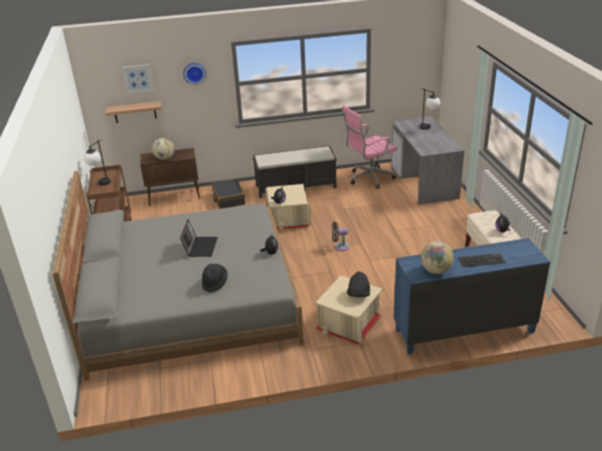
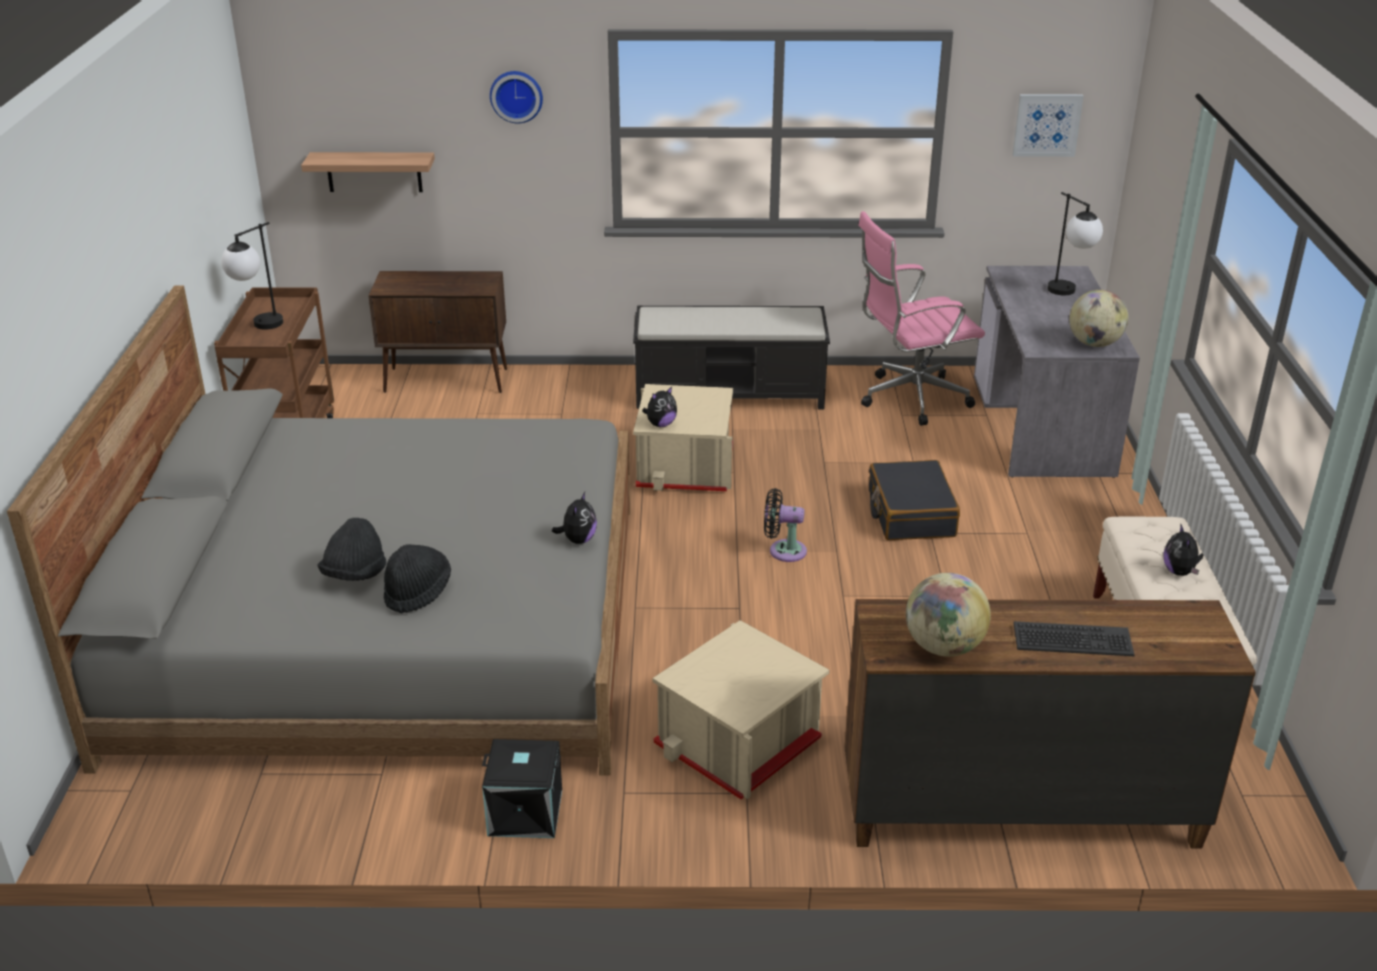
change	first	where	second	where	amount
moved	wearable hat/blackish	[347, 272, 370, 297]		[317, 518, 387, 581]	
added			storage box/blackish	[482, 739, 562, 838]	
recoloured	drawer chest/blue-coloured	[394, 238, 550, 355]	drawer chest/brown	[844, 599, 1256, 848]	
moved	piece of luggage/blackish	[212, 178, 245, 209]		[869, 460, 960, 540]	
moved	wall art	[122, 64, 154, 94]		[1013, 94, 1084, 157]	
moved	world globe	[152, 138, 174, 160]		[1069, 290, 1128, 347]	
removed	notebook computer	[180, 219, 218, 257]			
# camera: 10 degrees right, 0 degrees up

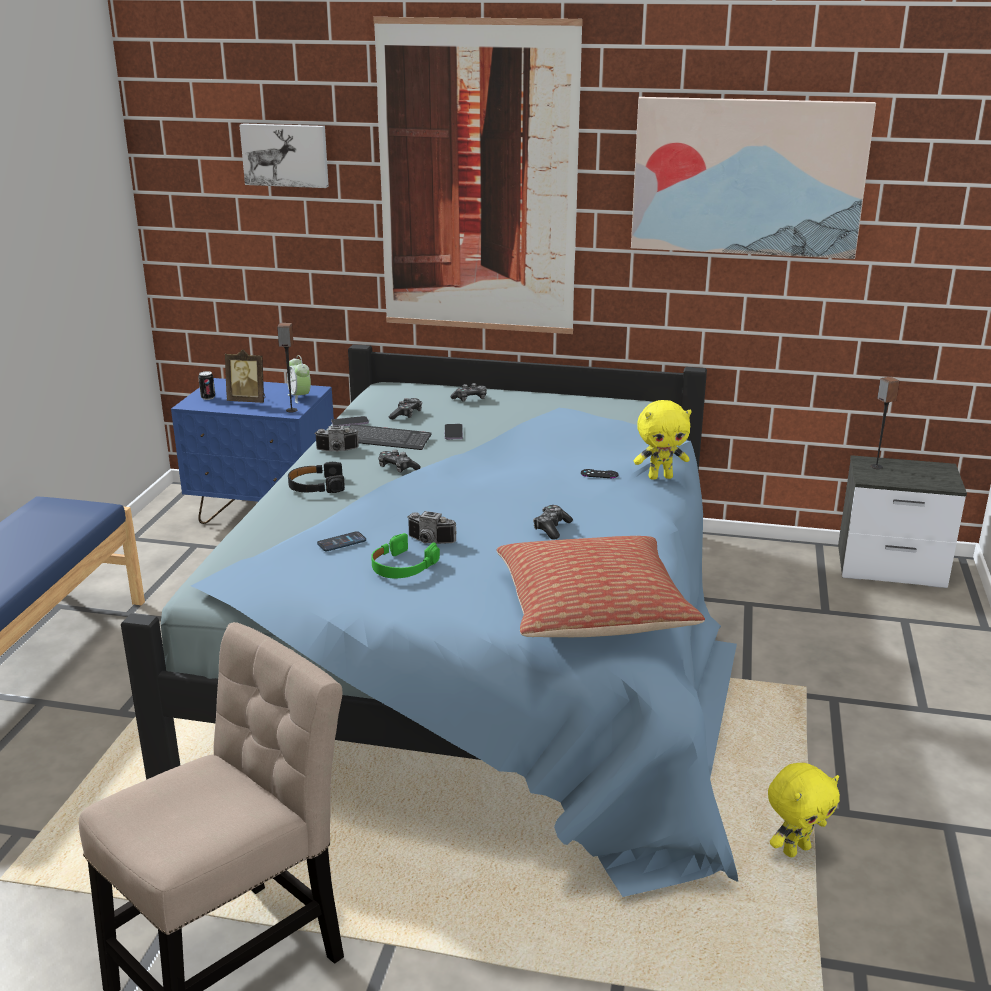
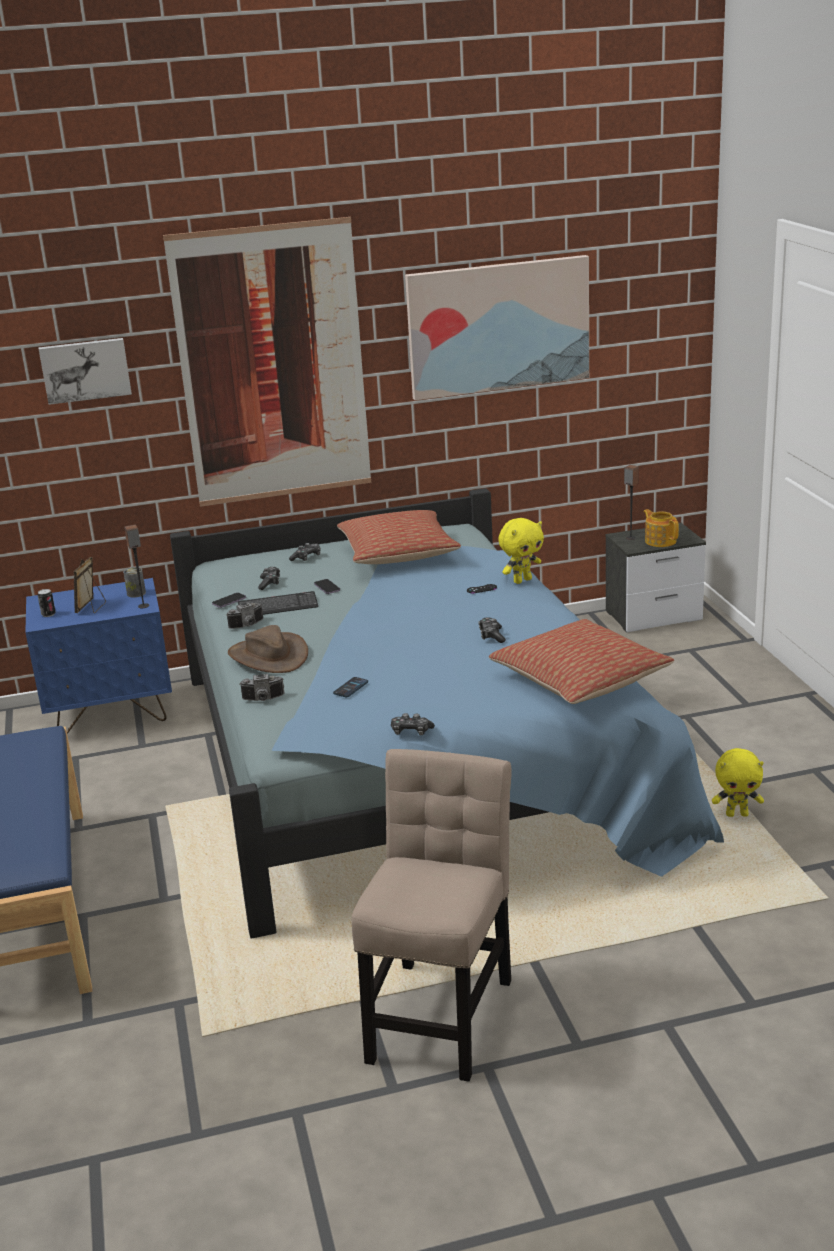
change	first	where	second	where	amount
turned	standing frame	[225, 349, 265, 403]		[74, 557, 106, 613]	120 degrees clockwise
replaced	bedside clock	[287, 355, 311, 403]	sealed can	[123, 567, 146, 598]	
replaced	pair of headphones/blackish	[288, 462, 345, 493]	wearable hat/brown	[228, 625, 308, 673]	
moved	still camera	[407, 511, 457, 544]		[239, 674, 284, 701]	
added			throw pillow	[337, 510, 461, 564]	
moved	gamepad	[378, 449, 421, 472]		[391, 713, 435, 735]	
added			pot for tea	[643, 509, 679, 547]	
turned	soft toy/yellow-coloured	[768, 763, 840, 857]		[712, 748, 764, 817]	60 degrees clockwise
removed	pair of headphones/green-coloured	[371, 533, 440, 578]			
# camera: 25 degrees left, 0 degrees up

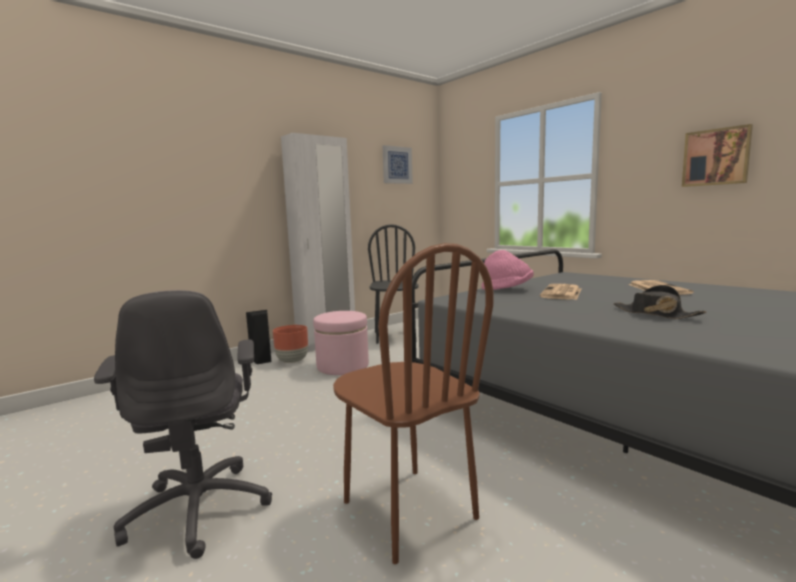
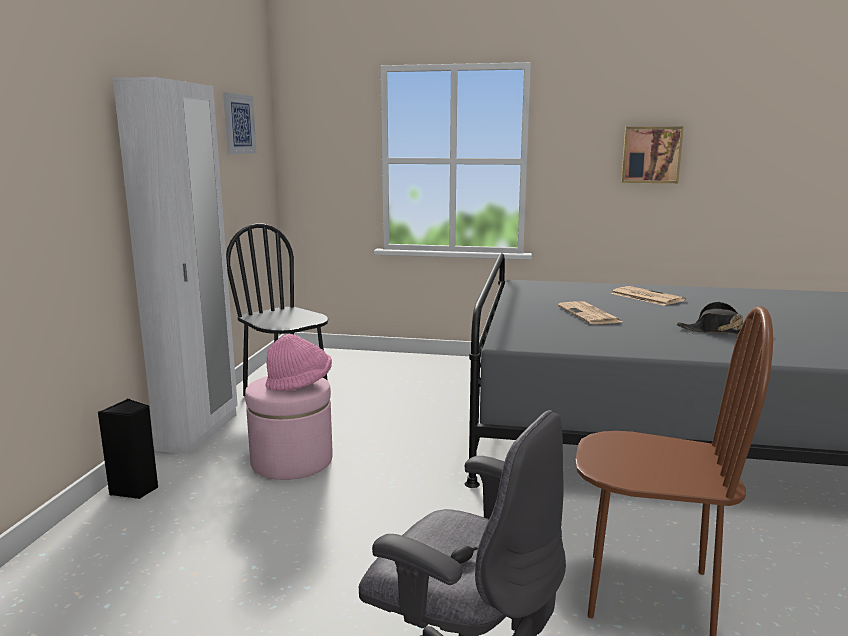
change	first	where	second	where	amount
moved	wearable hat/pink	[482, 250, 534, 290]		[265, 334, 332, 391]	
removed	plant pot/brown	[273, 325, 308, 363]			
# camera: 40 degrees left, 5 degrees up

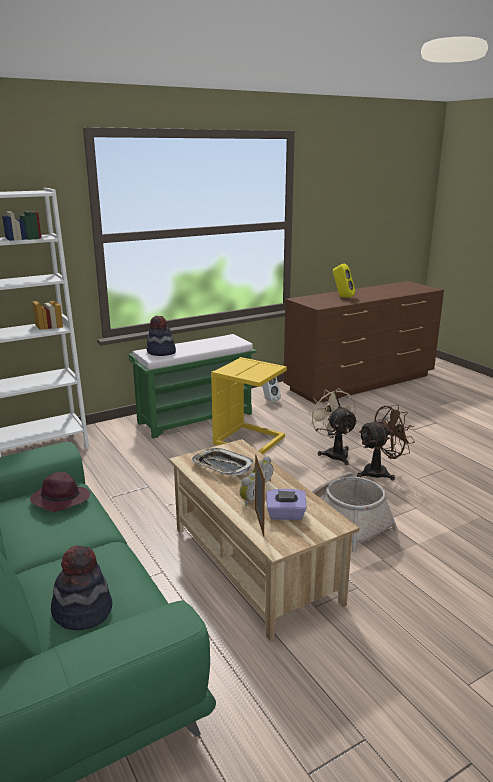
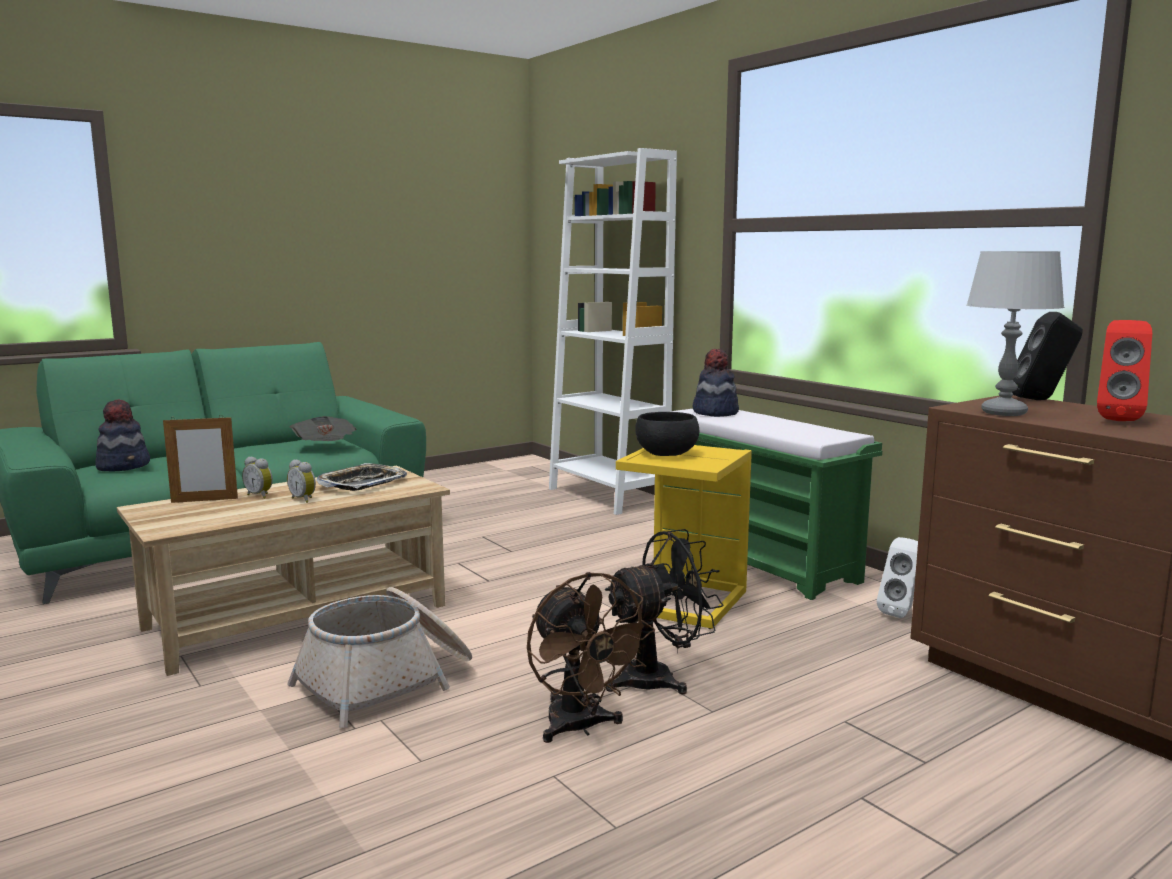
change	first	where	second	where	amount
replaced	wearable hat/purplish	[30, 472, 90, 512]	daily paper	[290, 416, 357, 441]	
recoloured	cooling fan/beige-coloured	[308, 388, 358, 465]	cooling fan/blackish	[605, 529, 723, 694]	
added			serving bowl/blackish	[635, 412, 699, 456]	
added			lamp for a table/grey	[966, 251, 1065, 416]	
added			audio speaker/blackish	[1012, 312, 1083, 400]	
recoloured	audio speaker/yellow-coloured	[333, 264, 355, 298]	audio speaker/red-coloured	[1097, 320, 1152, 421]	
removed	tissue holder/purplish	[266, 489, 307, 520]			
# camera: 85 degrees right, 10 degrees down

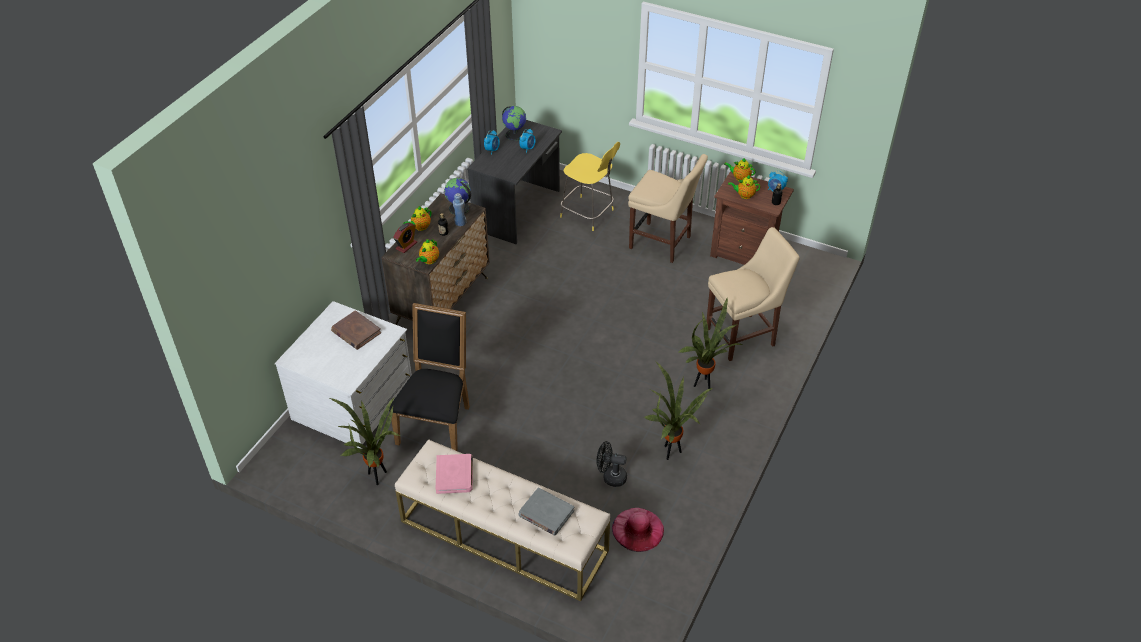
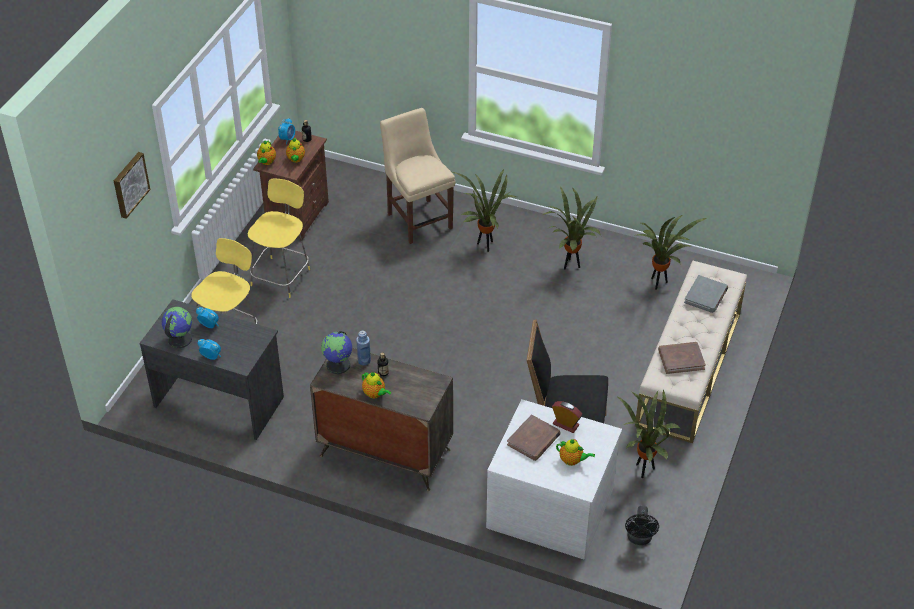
change	first	where	second	where	amount
added			wall art	[114, 152, 150, 219]	
replaced	chair/beige-coloured	[628, 154, 708, 263]	stool/yellow-coloured	[248, 179, 310, 298]	
moved	bedside clock	[393, 223, 417, 253]		[552, 401, 582, 433]	
moved	pot for tea	[416, 239, 439, 264]		[556, 439, 595, 466]	
moved	cooling fan/blackish	[596, 441, 627, 487]		[625, 505, 659, 545]	
replaced	wearable hat/pink	[612, 508, 664, 552]	houseplant	[637, 215, 706, 290]	
recoloured	volume/pink	[436, 454, 473, 494]	volume/brown	[658, 342, 706, 374]	
# camera: 95 degrees left, 0 degrees up

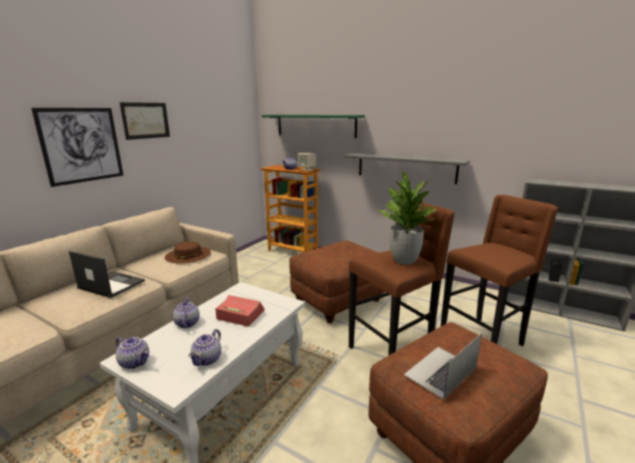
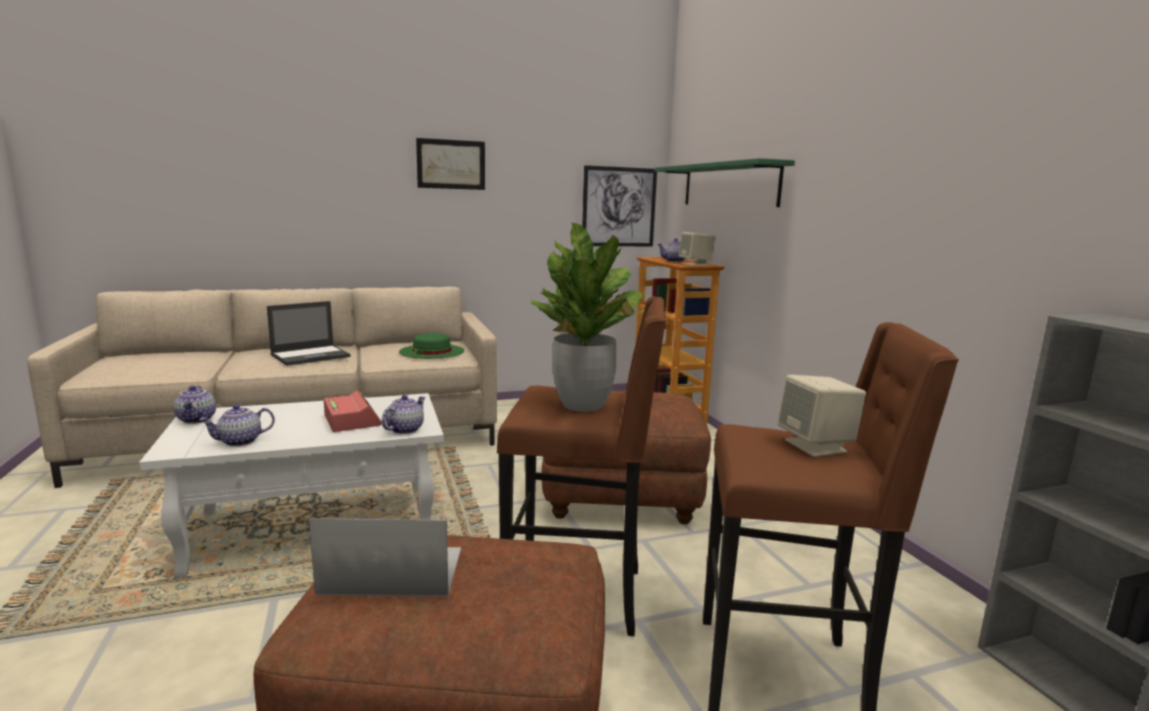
change	first	where	second	where	amount
turned	notebook computer	[69, 251, 145, 298]		[267, 301, 351, 366]	75 degrees clockwise
moved	pot for tea	[173, 298, 200, 328]		[382, 395, 425, 434]	
recoloured	wearable hat/brown	[165, 241, 211, 264]	wearable hat/green-coloured	[399, 333, 464, 359]	
moved	wall art	[31, 108, 123, 187]		[582, 165, 657, 246]	
added			audio speaker/beige-coloured	[777, 375, 866, 457]	
removed	wall shelf/grey	[344, 153, 470, 184]			
# camera: 40 degrees right, 5 degrees down

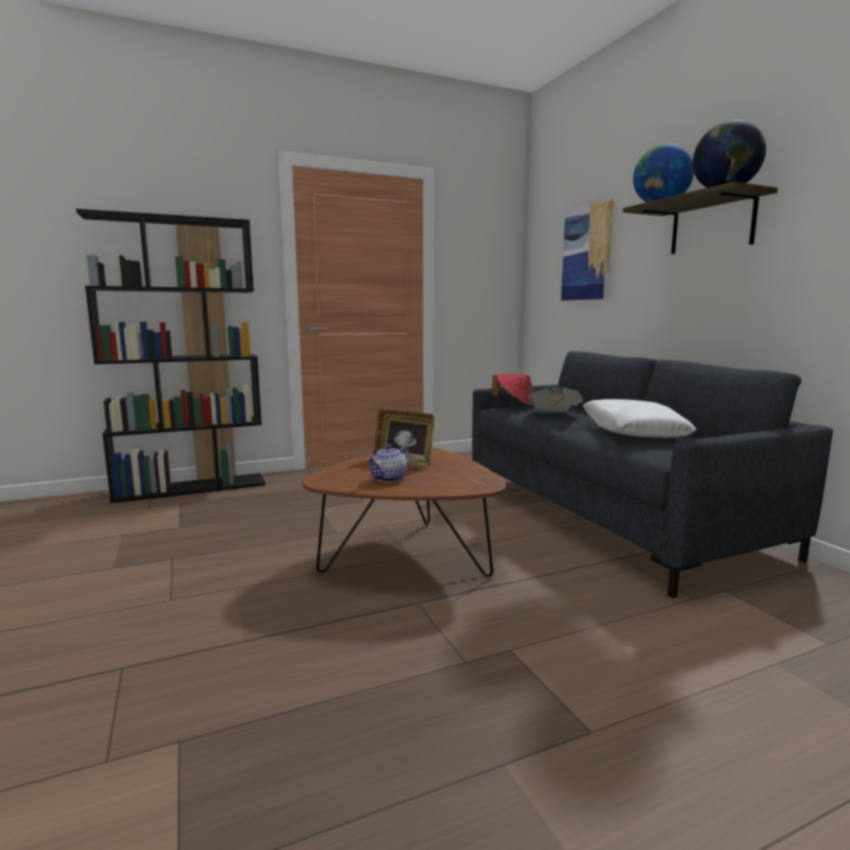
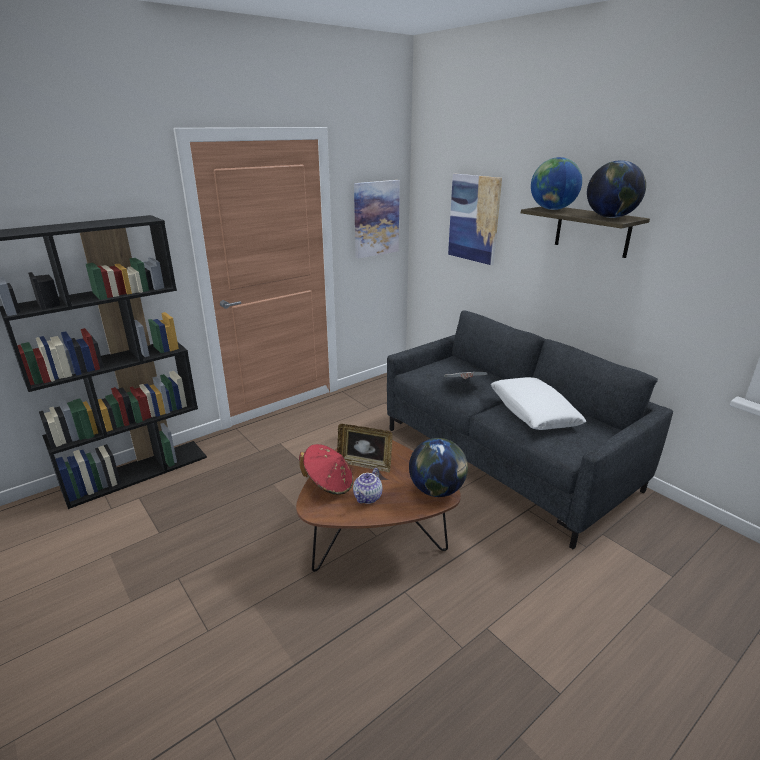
change	first	where	second	where	amount
moved	wearable hat/red-coloured	[492, 373, 534, 408]		[299, 444, 353, 495]	
added			wall art	[354, 180, 400, 259]	
added			world globe	[409, 438, 468, 497]	
# camera: 15 degrees left, 15 degrees up

